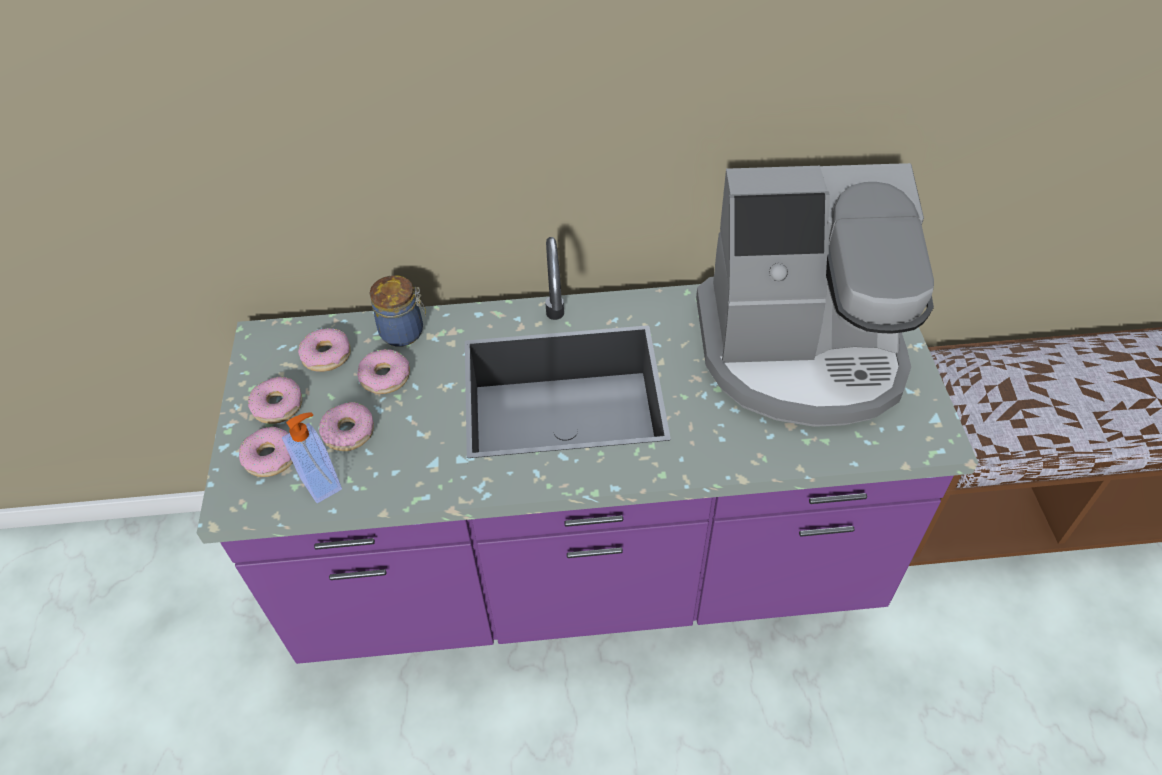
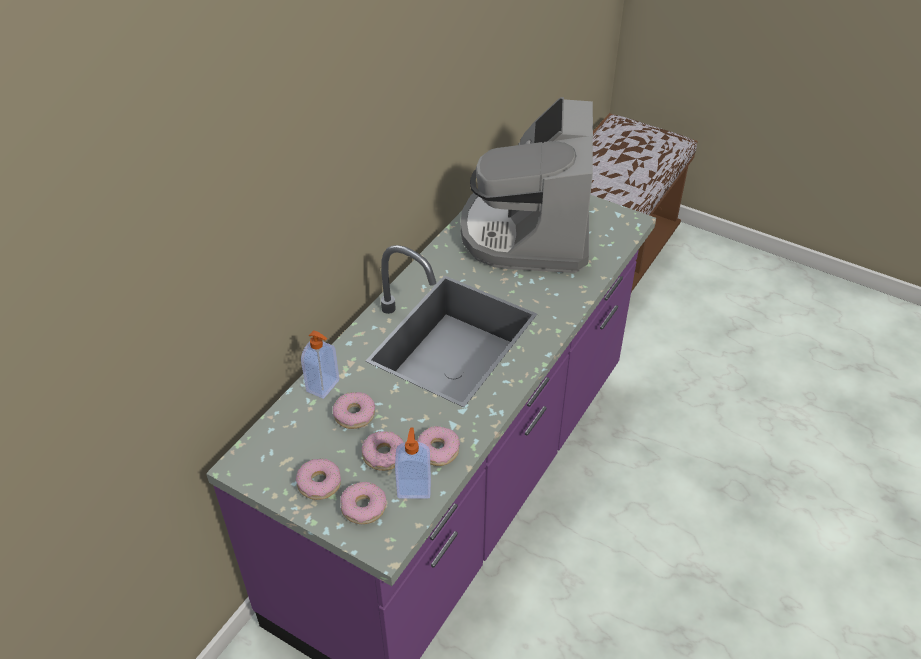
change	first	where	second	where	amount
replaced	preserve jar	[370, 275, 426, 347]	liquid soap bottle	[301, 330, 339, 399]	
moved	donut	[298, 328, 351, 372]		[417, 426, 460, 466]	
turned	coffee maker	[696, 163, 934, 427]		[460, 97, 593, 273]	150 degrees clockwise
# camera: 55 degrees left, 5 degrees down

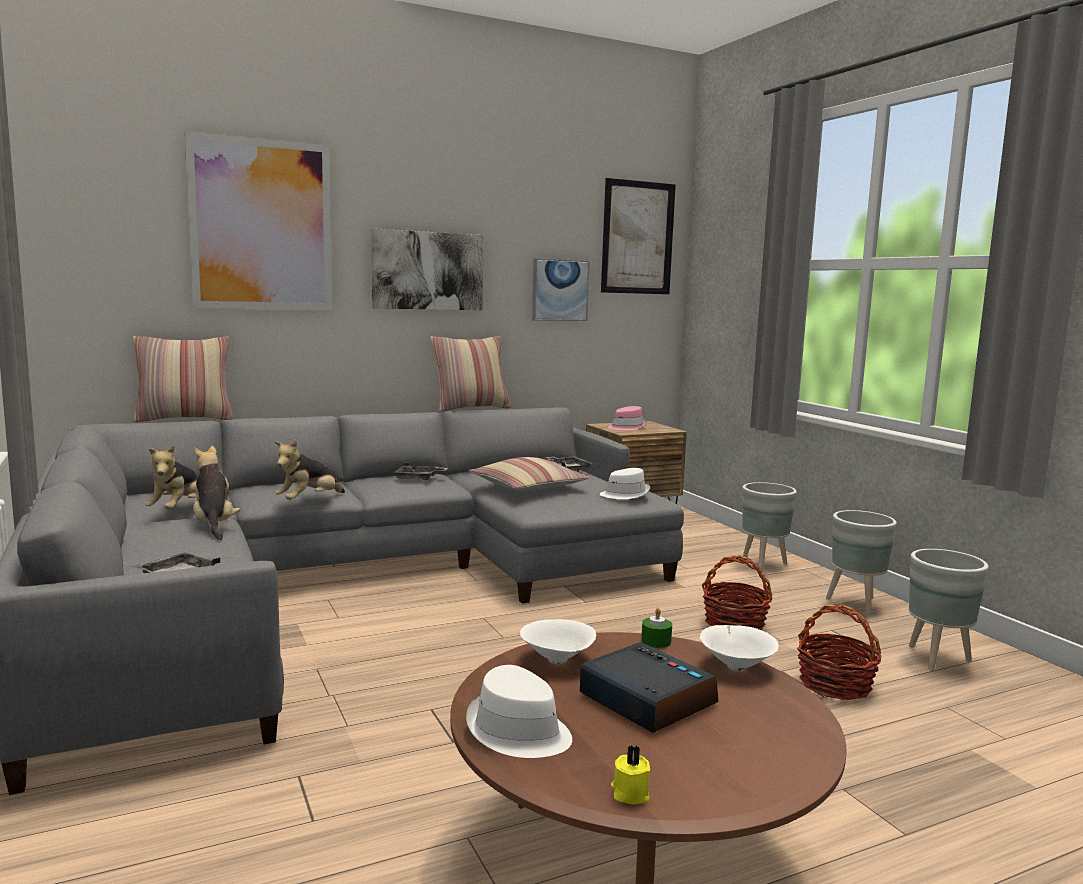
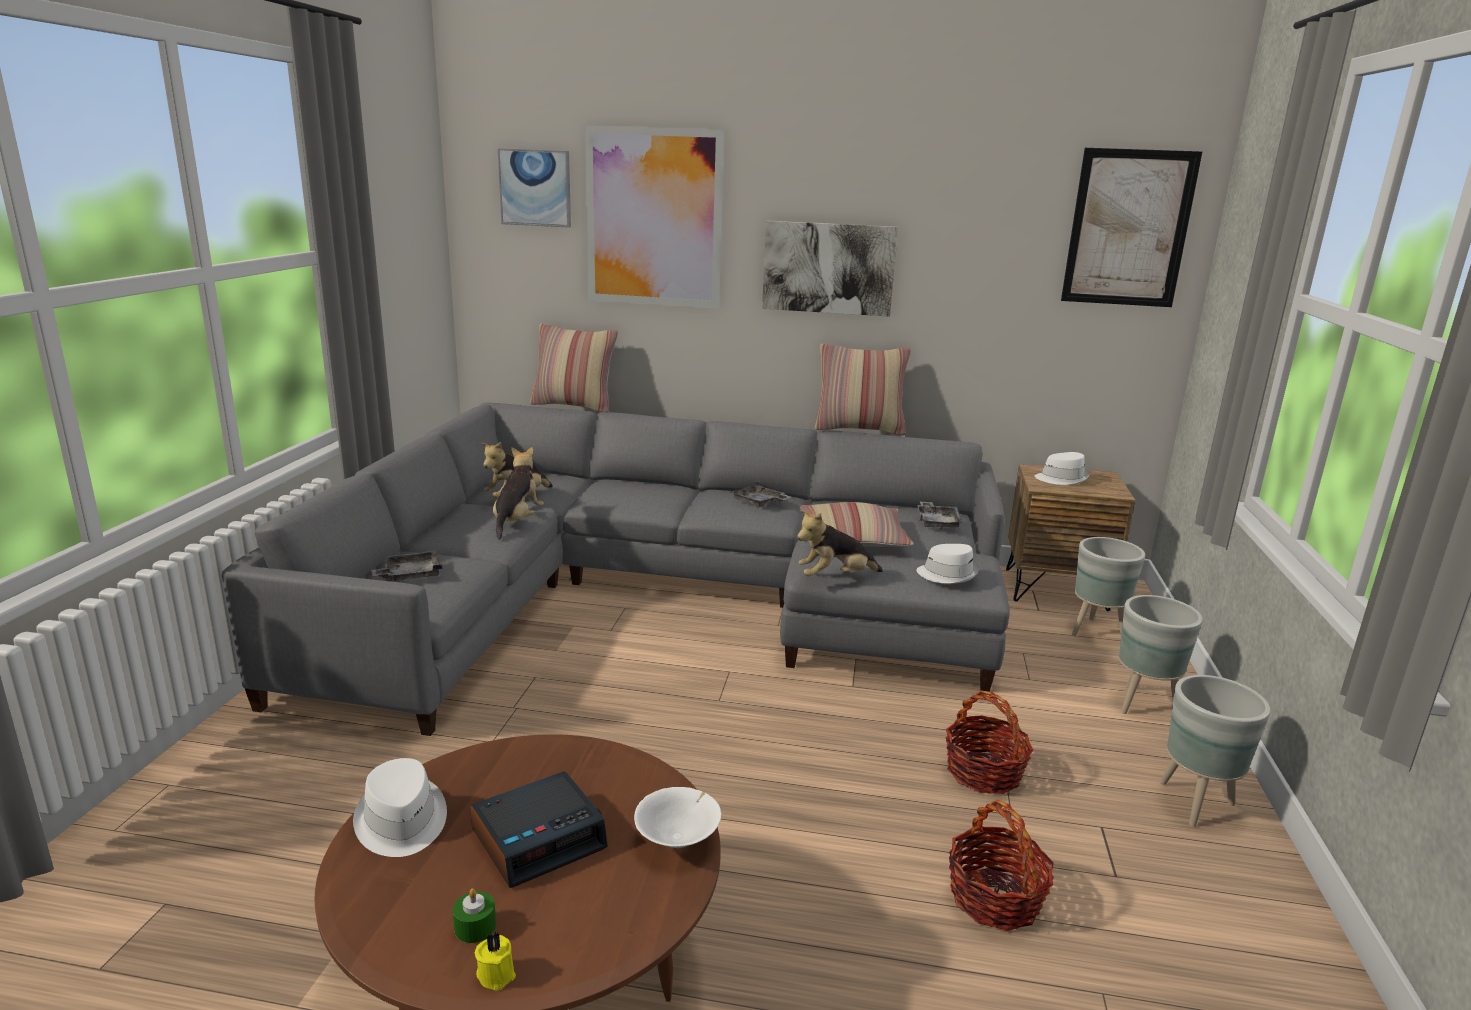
change	first	where	second	where	amount
moved	candle/green-coloured	[641, 608, 672, 648]		[453, 888, 496, 943]	
turned	bedside clock	[580, 642, 718, 733]		[470, 771, 608, 888]	60 degrees clockwise
moved	candle/yellow-coloured	[611, 745, 650, 805]		[475, 932, 516, 991]	
moved	wall art	[532, 258, 590, 321]		[498, 148, 571, 228]	
moved	soft toy	[275, 440, 345, 500]		[797, 510, 883, 576]	
recoloured	wearable hat/pink	[608, 406, 647, 430]	wearable hat/whitish	[1035, 452, 1090, 485]	
moved	plant pot/grey	[909, 549, 989, 671]		[1072, 537, 1145, 636]	
removed	serving bowl/whitish	[520, 619, 597, 664]			
# camera: 35 degrees right, 10 degrees up

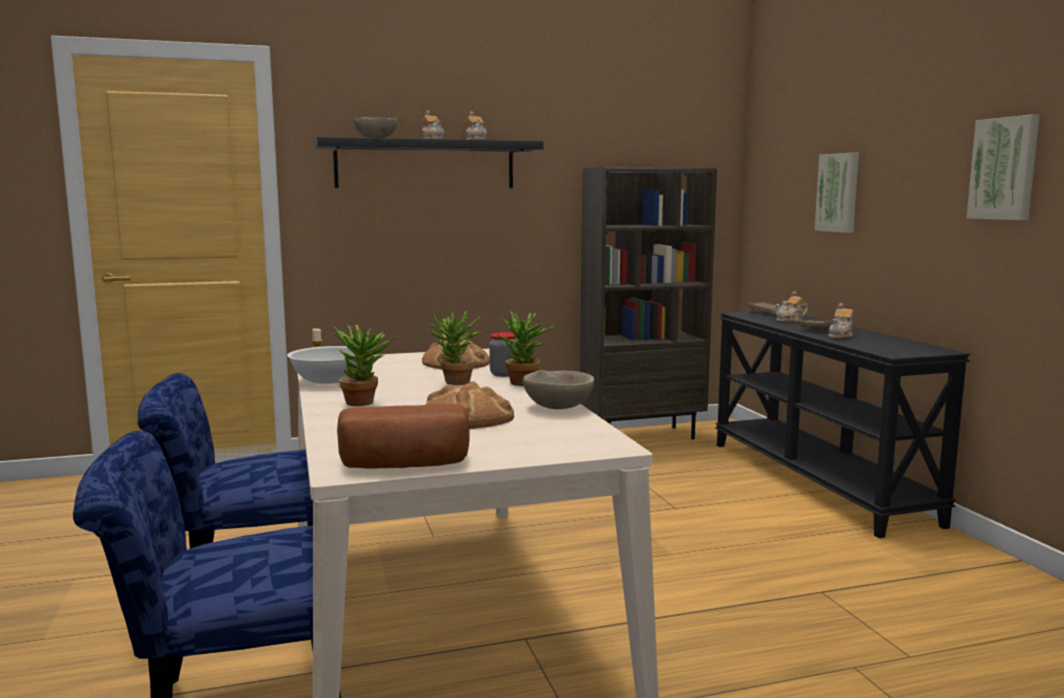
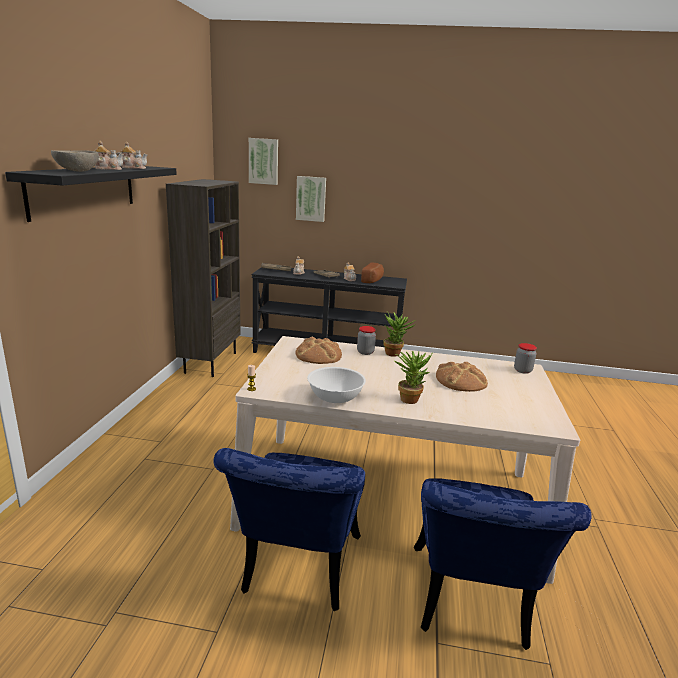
change	first	where	second	where	amount
moved	wall art	[966, 115, 1040, 220]		[249, 138, 278, 185]	
moved	bread	[337, 404, 470, 469]		[361, 263, 384, 283]	
added			preserve jar	[514, 343, 537, 374]	
removed	houseplant	[428, 311, 482, 385]			
removed	serving bowl/beige-coloured	[523, 370, 594, 409]			
# camera: 65 degrees left, 10 degrees up

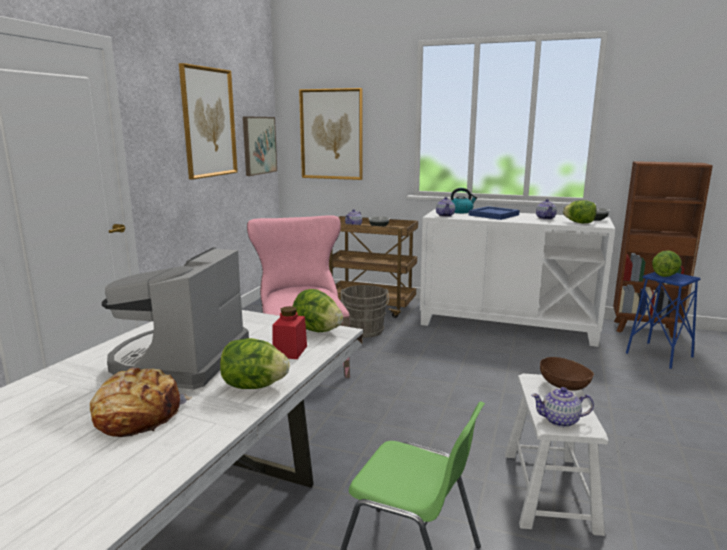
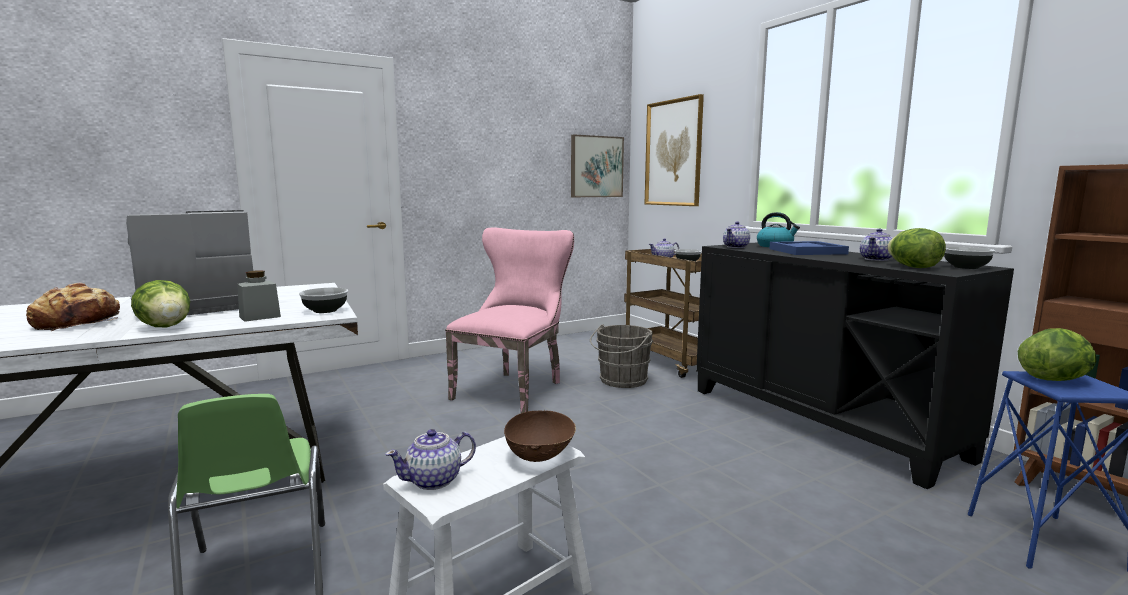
change	first	where	second	where	amount
recoloured	preserve jar/red-coloured	[272, 306, 307, 359]	preserve jar/grey	[237, 270, 281, 322]	
replaced	head of lettuce	[292, 289, 343, 332]	serving bowl	[299, 288, 348, 313]	
turned	pot for tea	[531, 387, 594, 427]		[385, 429, 476, 490]	75 degrees counterclockwise
recoloured	cabinet/whitish	[420, 208, 615, 347]	cabinet/blackish	[696, 242, 1014, 489]	
removed	wall art	[179, 63, 238, 179]			
# camera: 40 degrees right, 5 degrees down

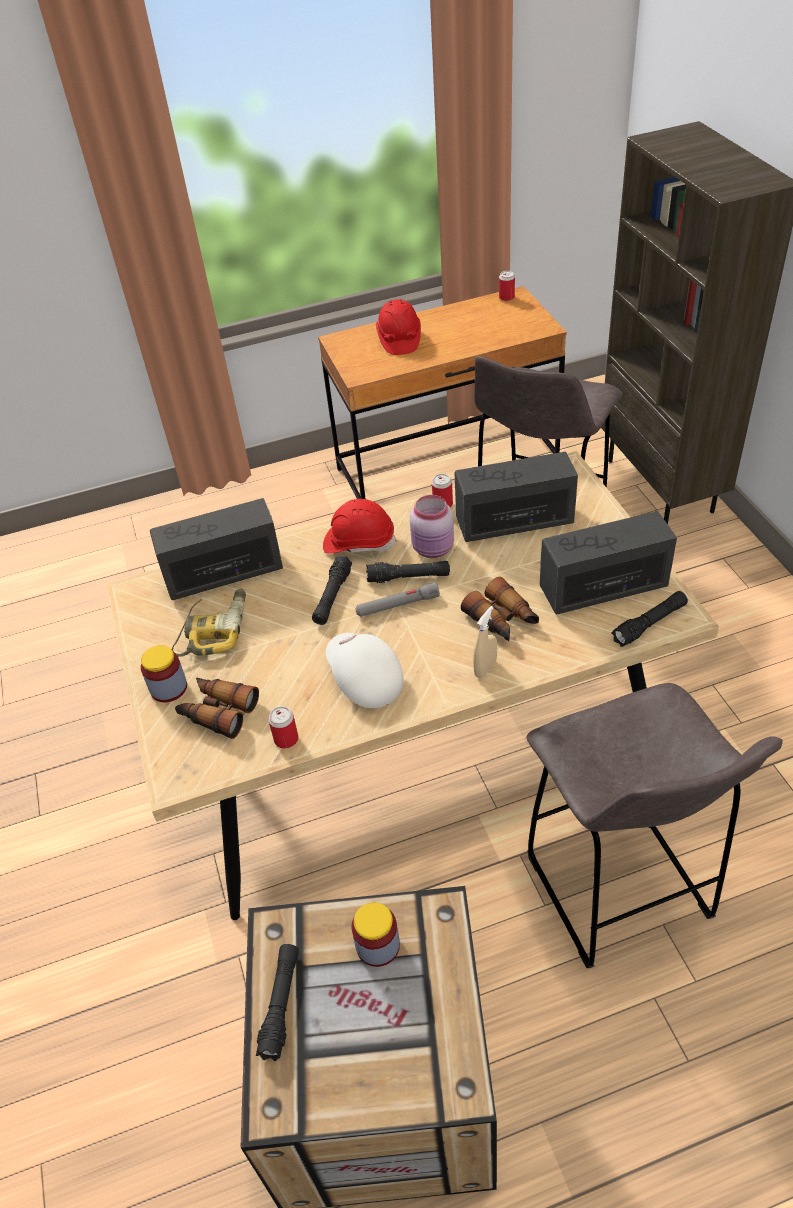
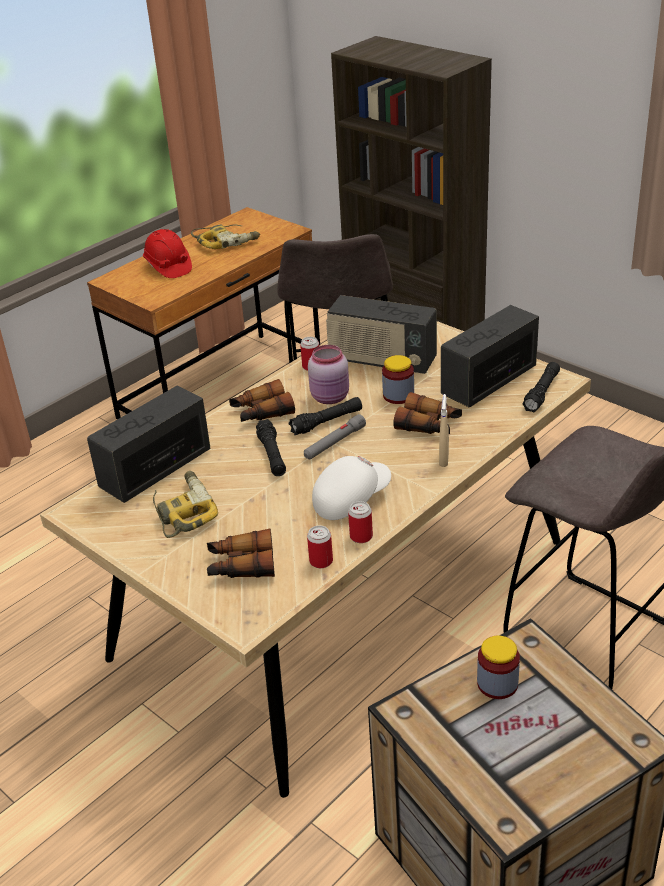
change	first	where	second	where	amount
added			power drill	[191, 224, 260, 249]	
replaced	hard hat/red-coloured	[323, 499, 397, 554]	pair of binoculars	[229, 379, 295, 422]	
turned	baseball cap/whitish	[326, 633, 403, 708]		[312, 456, 391, 520]	120 degrees clockwise
turned	radio receiver	[455, 451, 578, 542]		[326, 295, 437, 374]	120 degrees counterclockwise
moved	sealed can	[499, 271, 515, 301]		[348, 501, 373, 543]	
moved	preserve jar	[141, 645, 187, 702]		[382, 355, 414, 404]	
removed	hand torch/blackish	[256, 944, 299, 1061]			
# camera: 30 degrees left, 10 degrees down

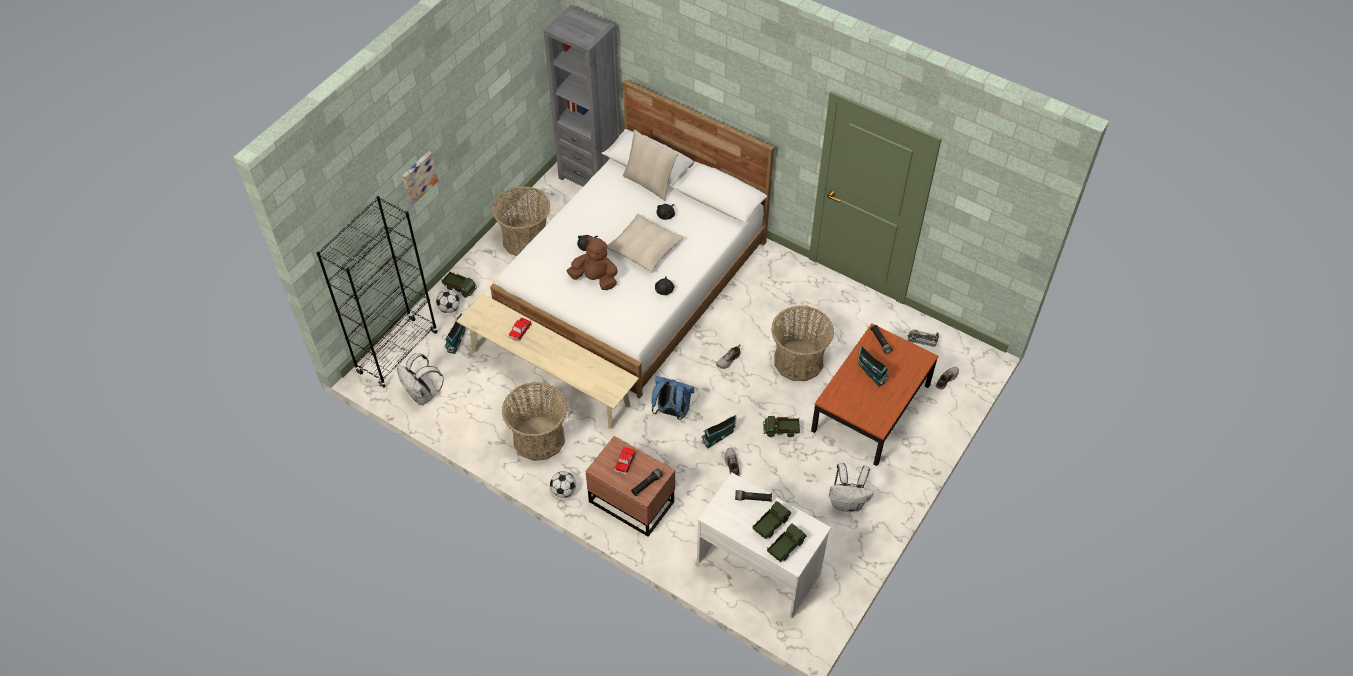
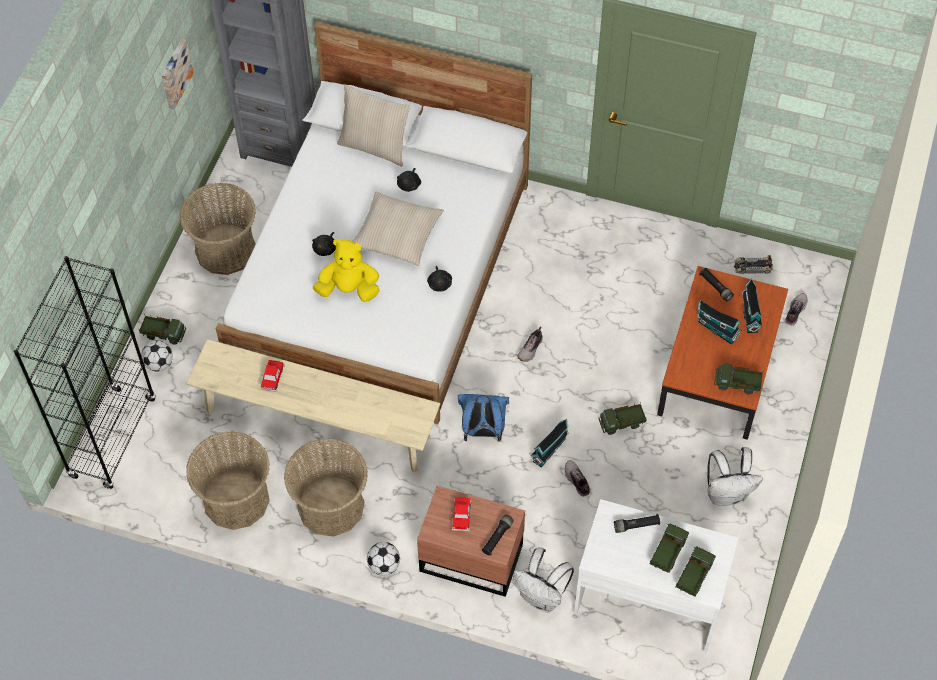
change	first	where	second	where	amount
moved	wall art	[402, 151, 438, 205]		[161, 38, 194, 109]	
moved	household basket	[771, 305, 834, 381]		[186, 432, 270, 530]	
recoloured	soft toy/brown	[567, 236, 618, 290]	soft toy/yellow-coloured	[313, 239, 380, 302]	
moved	knapsack/whitish	[397, 353, 444, 405]		[513, 547, 574, 613]	
added			model truck	[714, 363, 763, 394]	
moved	model house	[444, 313, 466, 354]		[742, 278, 762, 333]	
# camera: 15 degrees left, 5 degrees up

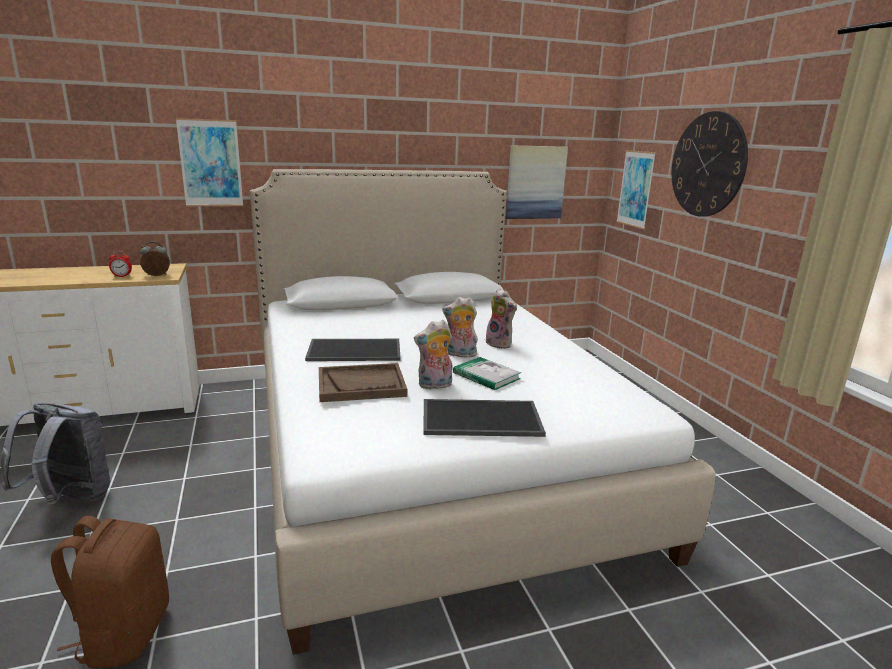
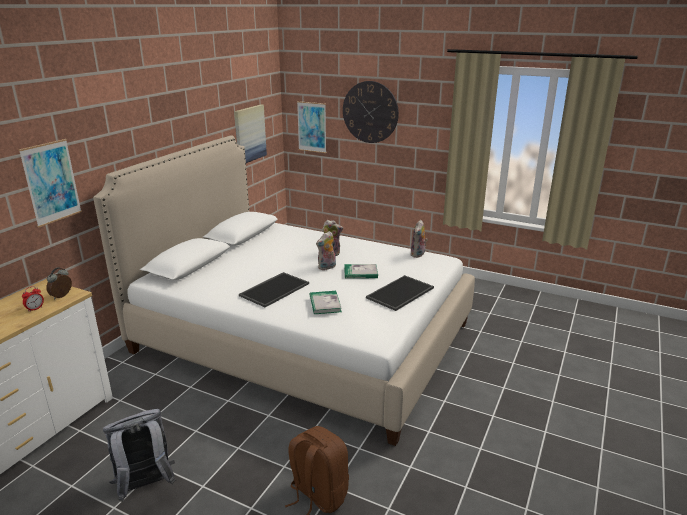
change	first	where	second	where	amount
replaced	serving tray/brown	[319, 363, 407, 402]	volume	[310, 291, 342, 315]	
moved	soft toy	[414, 320, 452, 390]		[410, 220, 428, 258]	
# camera: 45 degrees left, 5 degrees up

